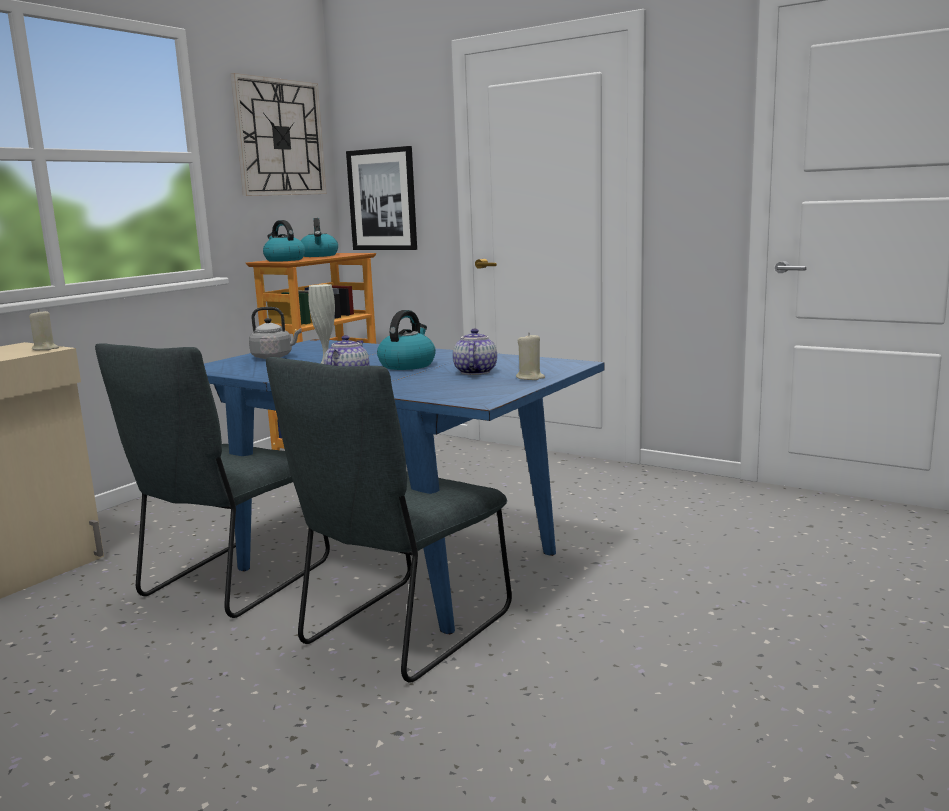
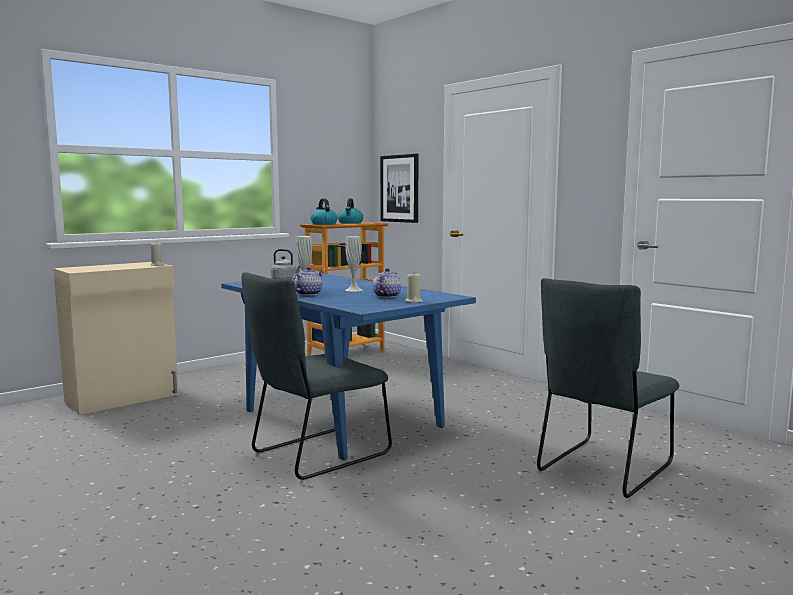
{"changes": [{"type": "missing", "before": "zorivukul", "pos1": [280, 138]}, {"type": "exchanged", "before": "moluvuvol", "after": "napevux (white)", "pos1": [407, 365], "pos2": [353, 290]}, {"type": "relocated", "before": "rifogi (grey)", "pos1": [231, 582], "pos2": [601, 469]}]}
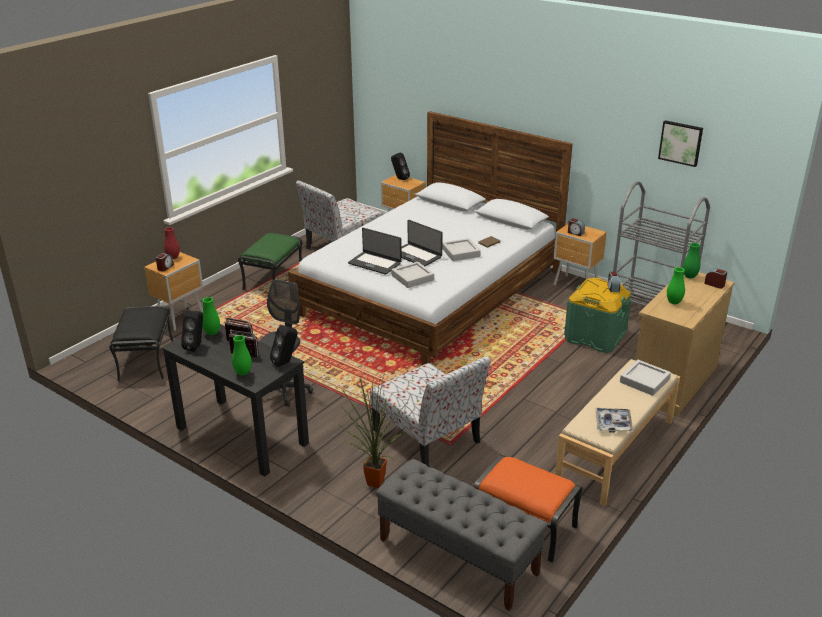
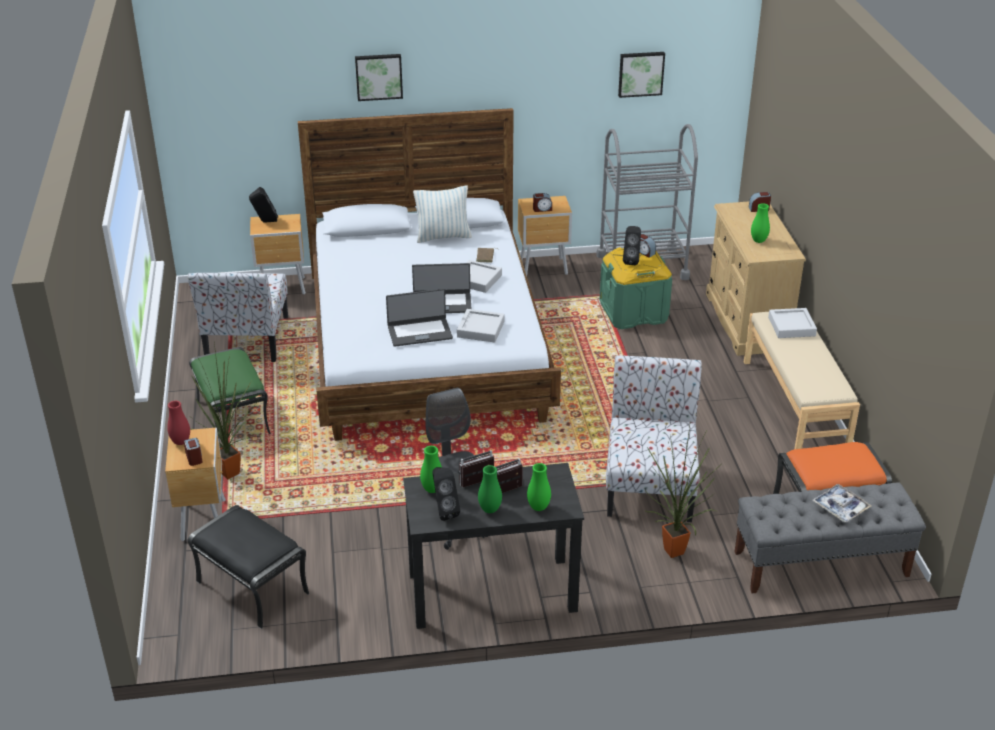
{"changes": [{"type": "relocated", "before": "napevux (green)", "pos1": [689, 277], "pos2": [490, 509]}, {"type": "relocated", "before": "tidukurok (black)", "pos1": [286, 362], "pos2": [631, 260]}, {"type": "spun", "before": "rifogi", "pos1": [428, 437], "pos2": [649, 485], "turn": -90}, {"type": "relocated", "before": "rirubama", "pos1": [613, 423], "pos2": [840, 507]}, {"type": "appeared", "after": "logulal", "pos2": [379, 76]}, {"type": "appeared", "after": "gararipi", "pos2": [443, 236]}, {"type": "appeared", "after": "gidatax", "pos2": [233, 473]}]}
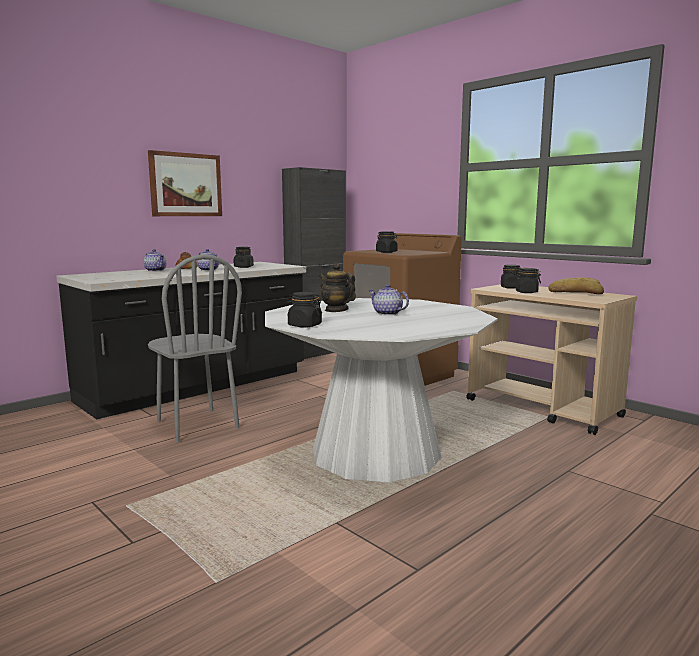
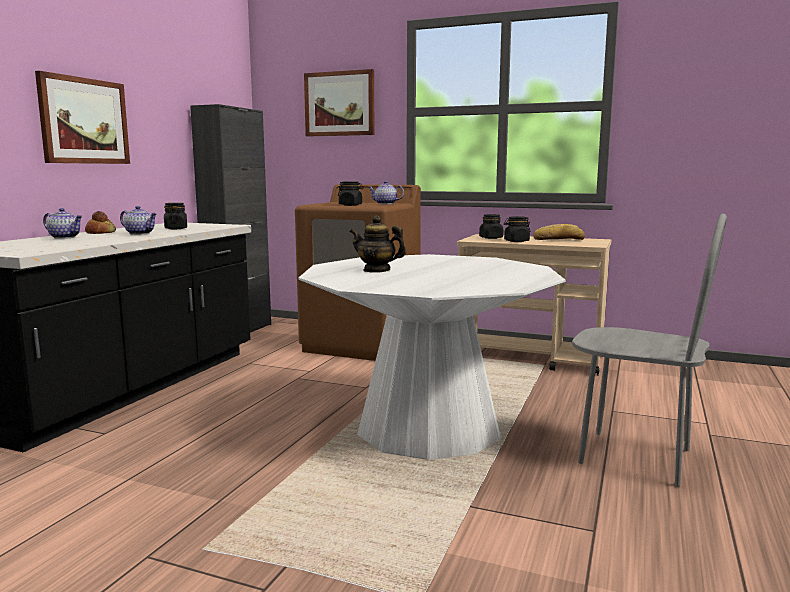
{"changes": [{"type": "relocated", "before": "rifogi (grey)", "pos1": [196, 425], "pos2": [634, 457]}, {"type": "relocated", "before": "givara", "pos1": [387, 313], "pos2": [385, 204]}, {"type": "missing", "before": "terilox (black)", "pos1": [304, 325]}, {"type": "appeared", "after": "logulal", "pos2": [339, 104]}]}
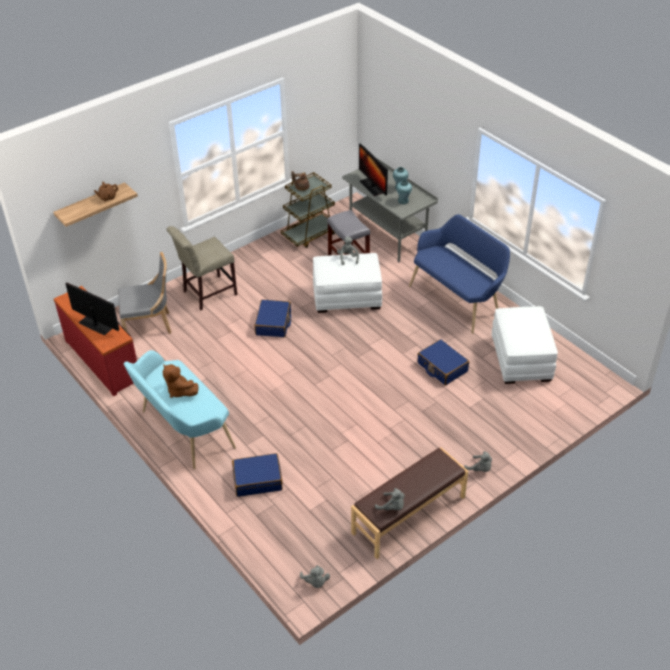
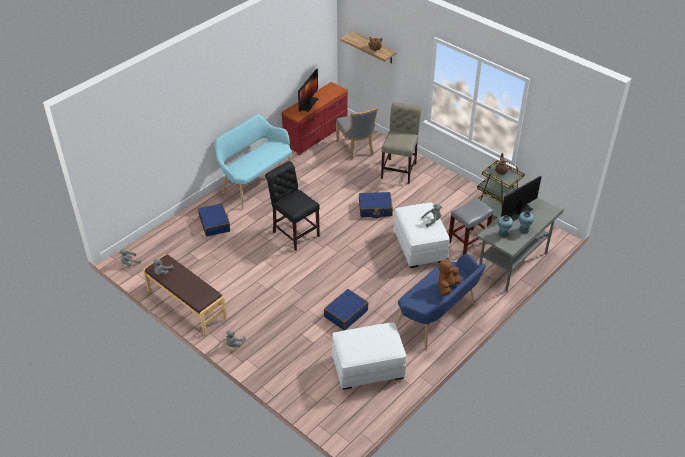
{"changes": [{"type": "spun", "before": "rifogi (beige)", "pos1": [207, 294], "pos2": [399, 169], "turn": 60}, {"type": "relocated", "before": "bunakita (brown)", "pos1": [180, 391], "pos2": [447, 287]}, {"type": "appeared", "after": "rifogi (black)", "pos2": [294, 232]}]}
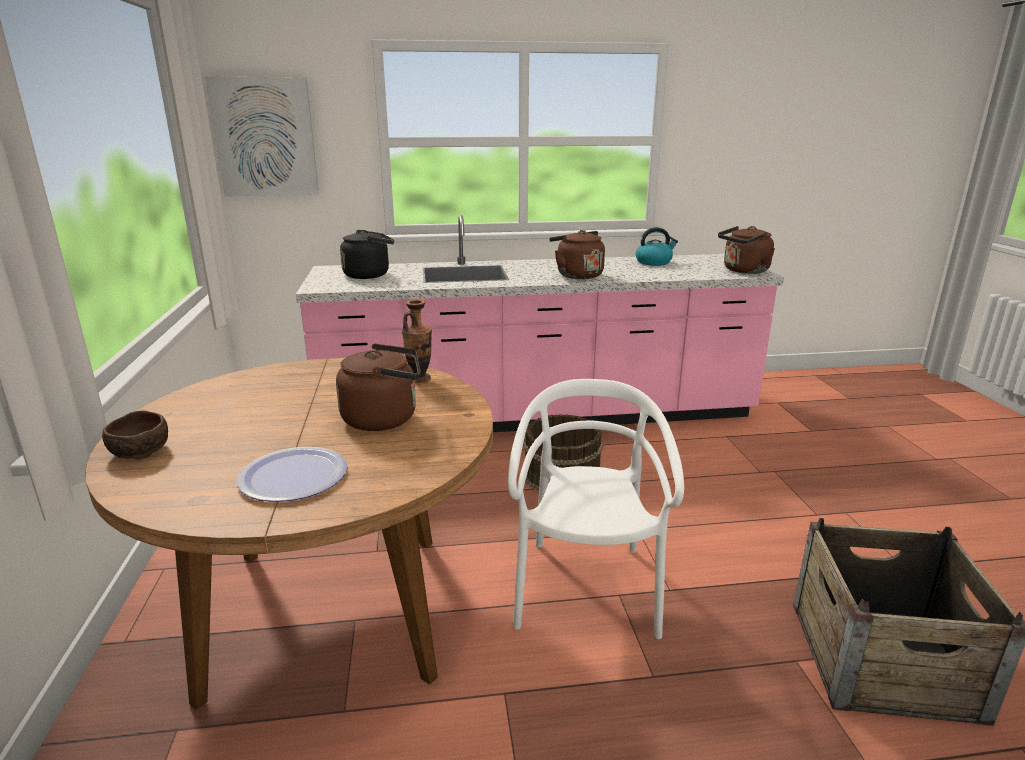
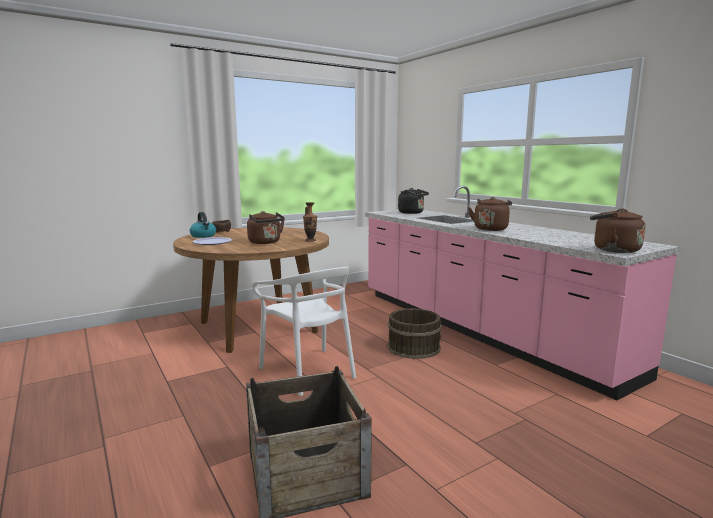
{"changes": [{"type": "missing", "before": "logulal", "pos1": [265, 137]}, {"type": "relocated", "before": "moluvuvol", "pos1": [654, 262], "pos2": [203, 236]}, {"type": "spun", "before": "rifogi (white)", "pos1": [586, 589], "pos2": [309, 371], "turn": 75}]}
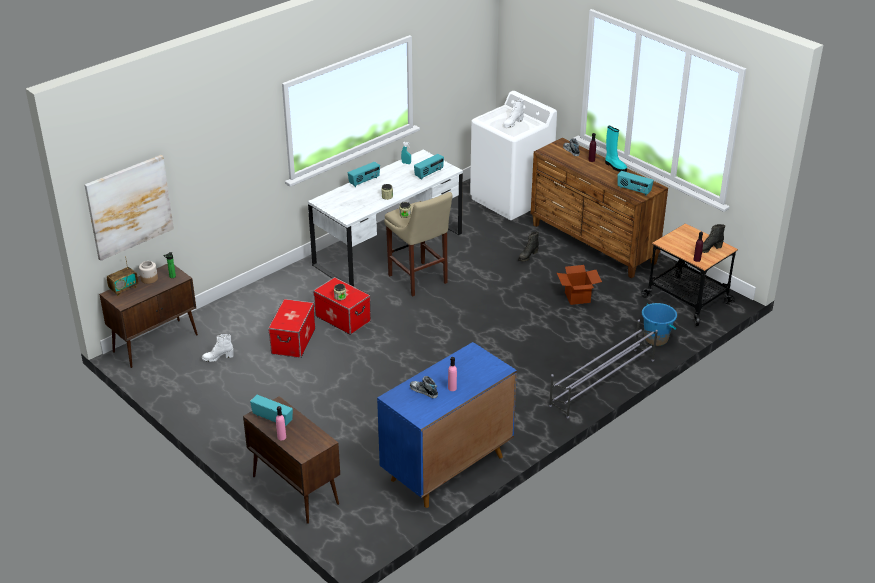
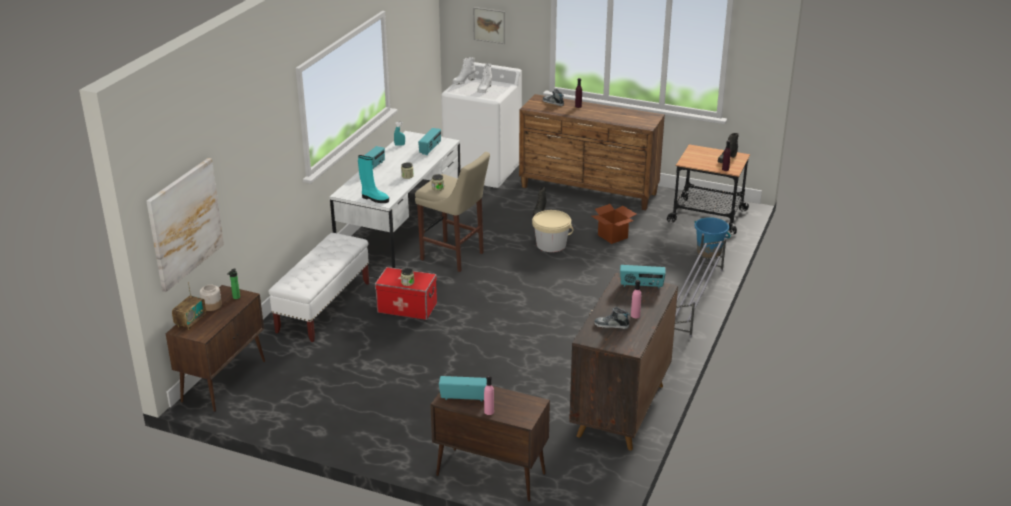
{"changes": [{"type": "relocated", "before": "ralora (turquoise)", "pos1": [614, 166], "pos2": [374, 199]}, {"type": "relocated", "before": "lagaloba", "pos1": [634, 190], "pos2": [641, 285]}, {"type": "missing", "before": "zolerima", "pos1": [293, 341]}, {"type": "relocated", "before": "ralora (white)", "pos1": [218, 358], "pos2": [463, 81]}, {"type": "colour", "before": "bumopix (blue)", "after": "bumopix (brown)", "pos1": [446, 468], "pos2": [620, 411]}, {"type": "appeared", "after": "logulal", "pos2": [489, 25]}, {"type": "appeared", "after": "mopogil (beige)", "pos2": [551, 245]}, {"type": "appeared", "after": "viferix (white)", "pos2": [324, 307]}]}
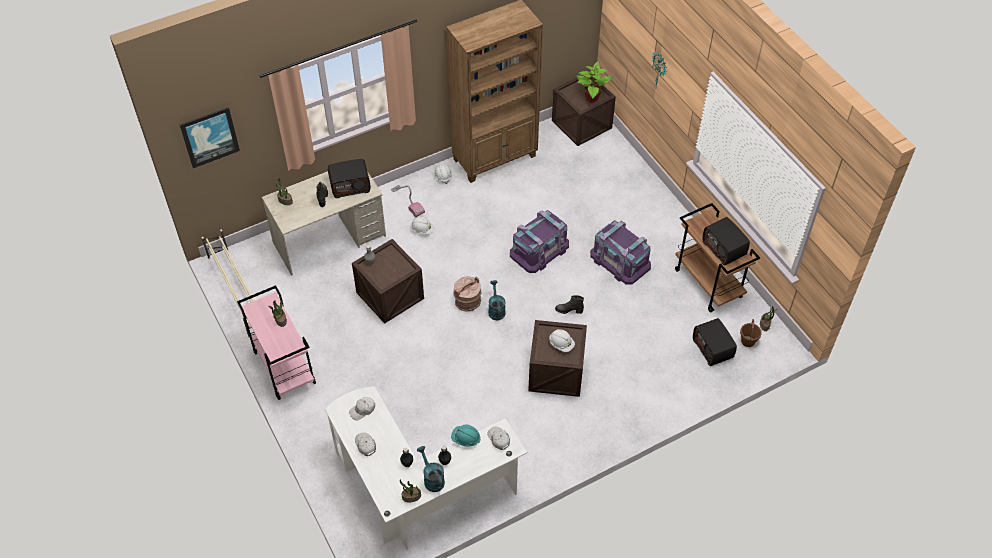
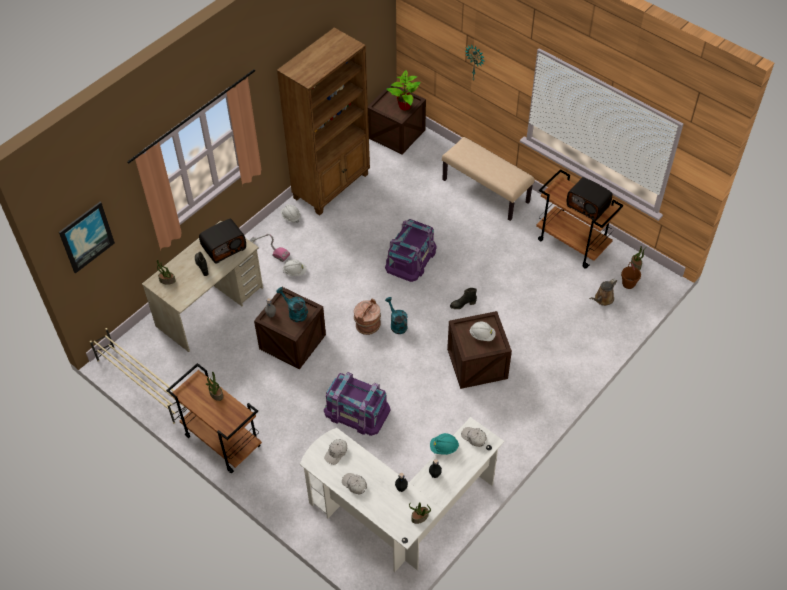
{"changes": [{"type": "relocated", "before": "zolerima (purple)", "pos1": [620, 260], "pos2": [356, 411]}, {"type": "colour", "before": "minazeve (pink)", "after": "minazeve (brown)", "pos1": [283, 367], "pos2": [221, 441]}, {"type": "exchanged", "before": "lagaloba", "after": "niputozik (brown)", "pos1": [713, 348], "pos2": [602, 299]}, {"type": "relocated", "before": "niputozik (turquoise)", "pos1": [432, 478], "pos2": [295, 313]}, {"type": "appeared", "after": "viferix (beige)", "pos2": [486, 191]}]}
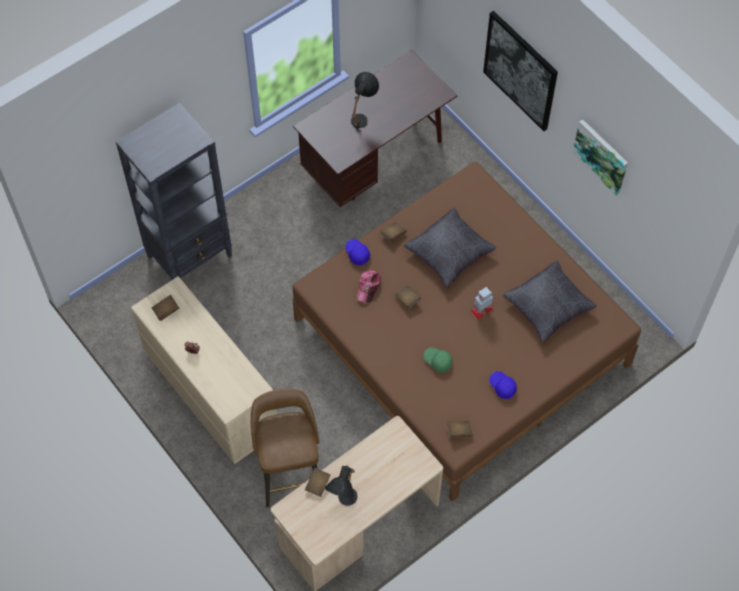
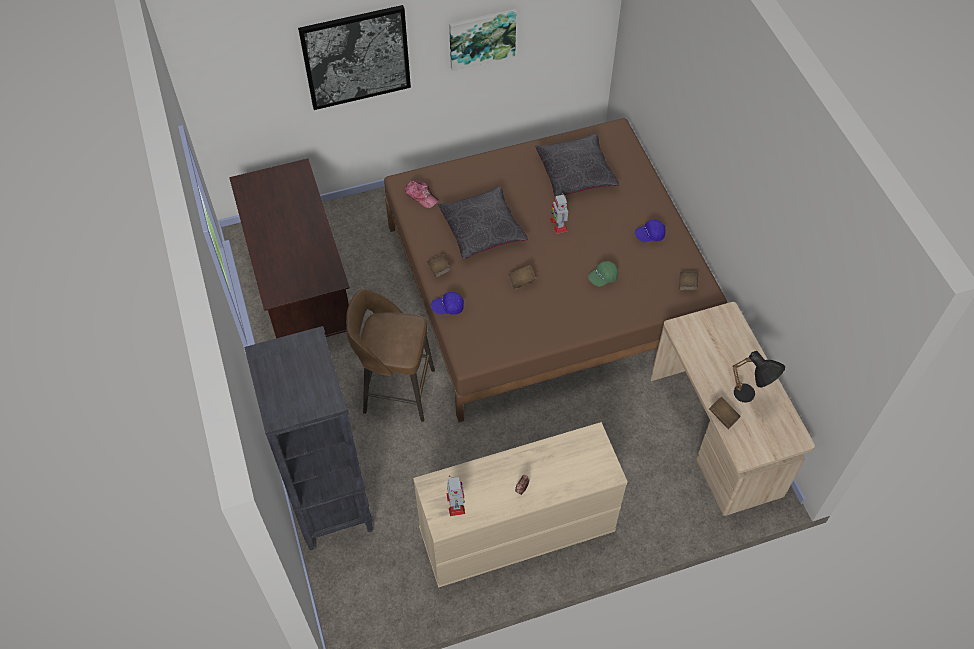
{"changes": [{"type": "missing", "before": "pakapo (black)", "pos1": [362, 116]}, {"type": "relocated", "before": "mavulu", "pos1": [368, 287], "pos2": [421, 196]}, {"type": "exchanged", "before": "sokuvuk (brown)", "after": "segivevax", "pos1": [166, 311], "pos2": [456, 504]}, {"type": "relocated", "before": "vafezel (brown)", "pos1": [290, 472], "pos2": [396, 390]}]}
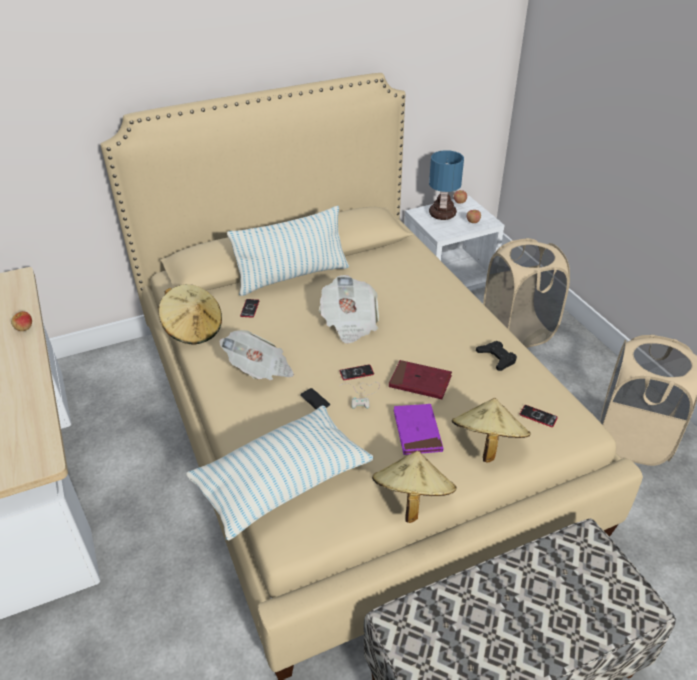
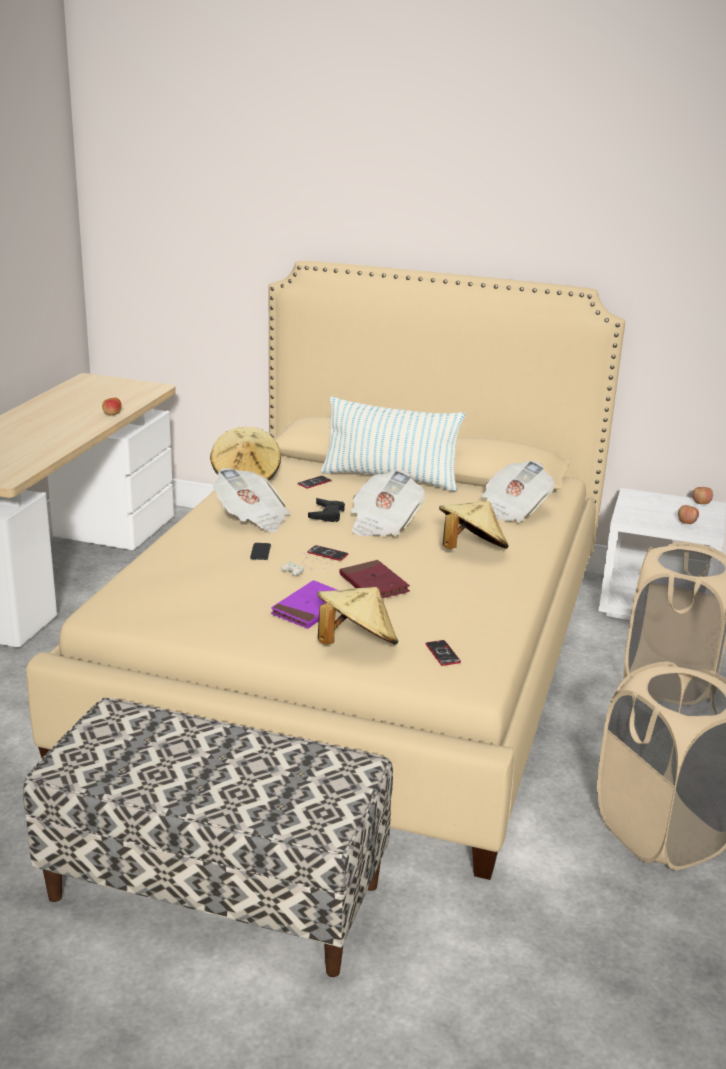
{"changes": [{"type": "missing", "before": "pakapo", "pos1": [442, 215]}, {"type": "relocated", "before": "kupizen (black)", "pos1": [496, 358], "pos2": [327, 514]}, {"type": "missing", "before": "gararipi", "pos1": [282, 482]}, {"type": "relocated", "before": "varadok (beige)", "pos1": [411, 499], "pos2": [471, 550]}, {"type": "appeared", "after": "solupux", "pos2": [512, 510]}]}
